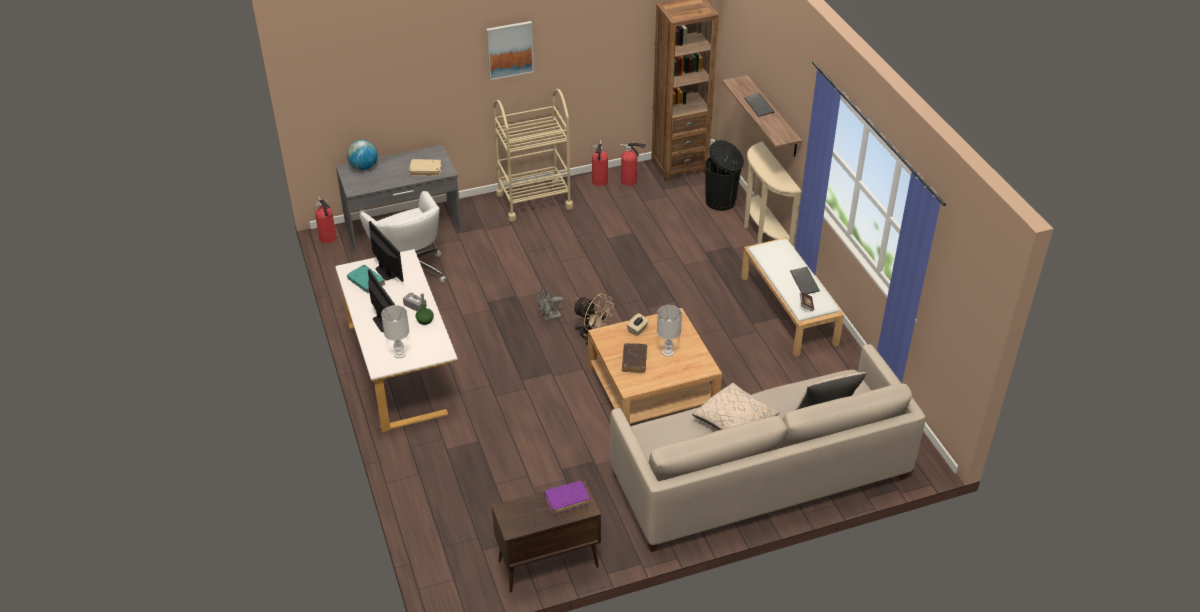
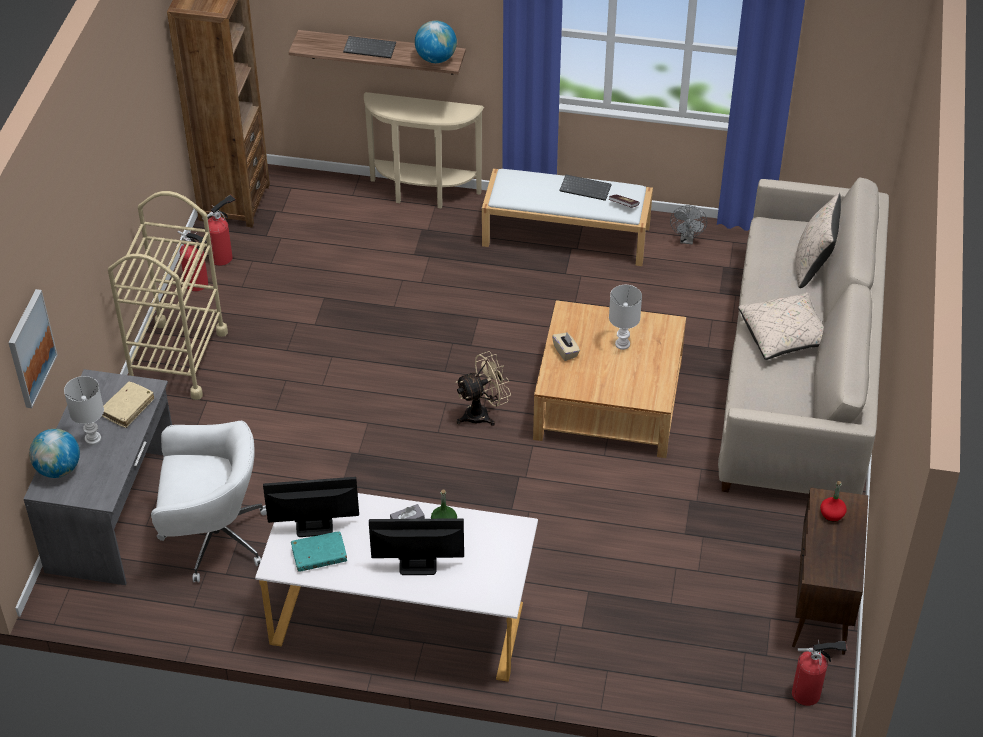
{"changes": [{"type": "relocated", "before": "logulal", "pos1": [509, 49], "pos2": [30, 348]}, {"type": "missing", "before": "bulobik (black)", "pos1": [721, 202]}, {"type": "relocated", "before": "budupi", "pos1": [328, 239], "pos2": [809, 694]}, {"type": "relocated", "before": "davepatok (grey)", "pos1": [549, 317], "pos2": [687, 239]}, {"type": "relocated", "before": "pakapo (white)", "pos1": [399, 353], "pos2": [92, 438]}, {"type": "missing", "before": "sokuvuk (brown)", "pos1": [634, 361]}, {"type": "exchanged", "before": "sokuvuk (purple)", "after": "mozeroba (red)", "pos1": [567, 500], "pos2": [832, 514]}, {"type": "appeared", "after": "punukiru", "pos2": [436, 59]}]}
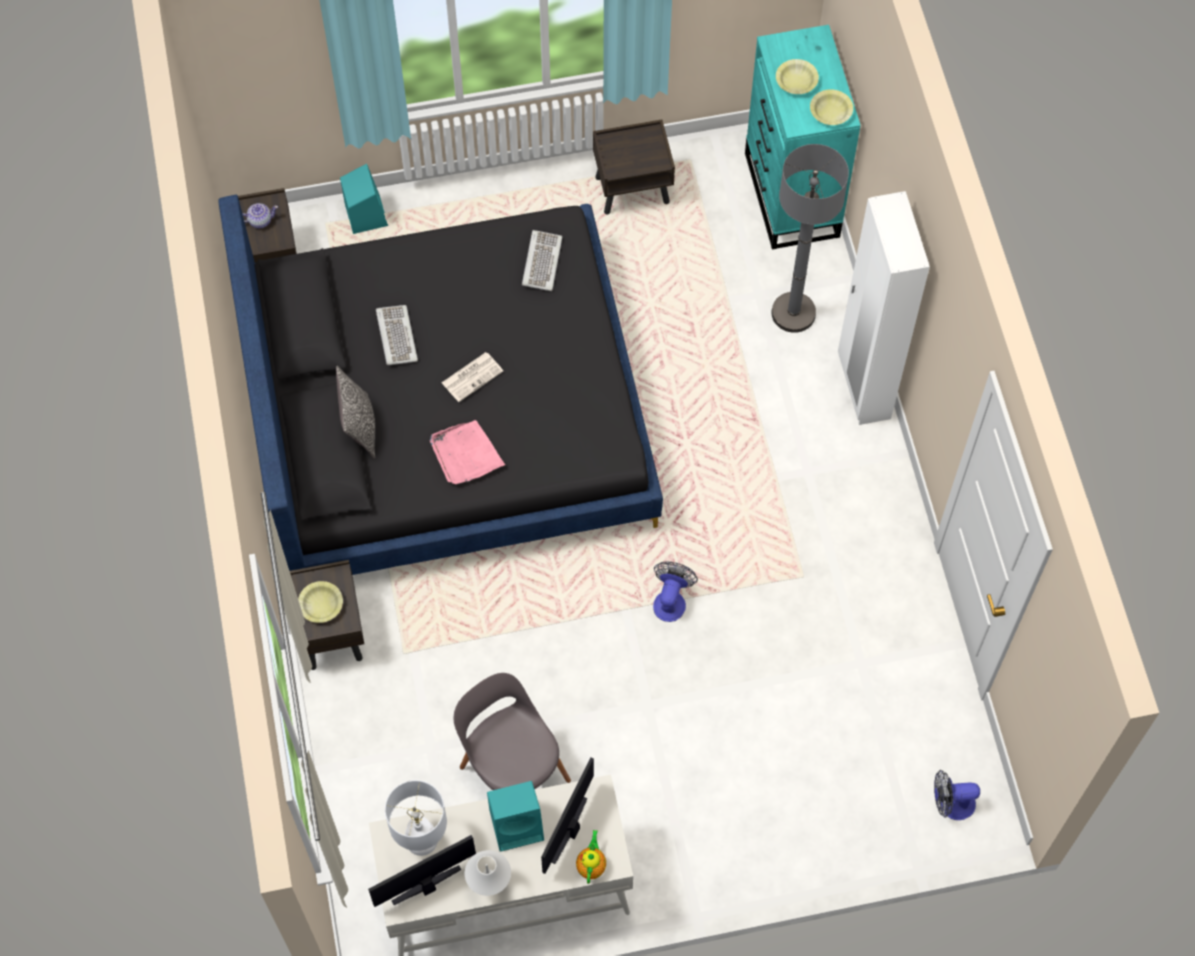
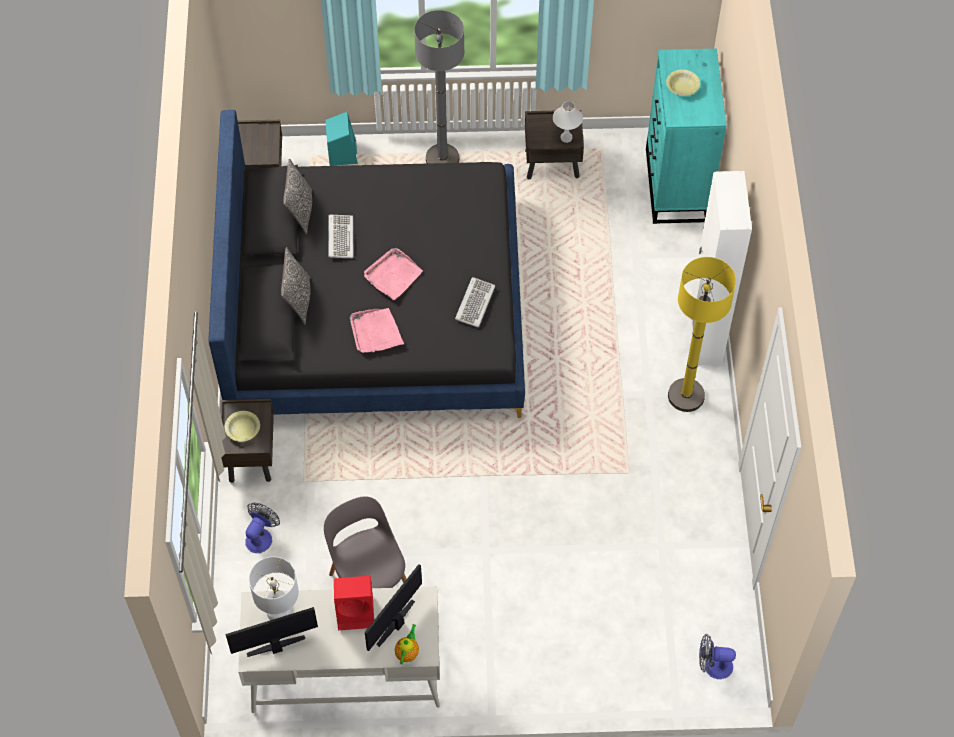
{"changes": [{"type": "missing", "before": "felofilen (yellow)", "pos1": [830, 112]}, {"type": "relocated", "before": "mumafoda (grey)", "pos1": [793, 313], "pos2": [442, 159]}, {"type": "missing", "before": "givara", "pos1": [259, 220]}, {"type": "relocated", "before": "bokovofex", "pos1": [541, 262], "pos2": [474, 303]}, {"type": "exchanged", "before": "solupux", "after": "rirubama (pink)", "pos1": [472, 376], "pos2": [393, 275]}, {"type": "relocated", "before": "davepatok", "pos1": [671, 600], "pos2": [261, 536]}, {"type": "colour", "before": "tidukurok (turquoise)", "after": "tidukurok (red)", "pos1": [518, 824], "pos2": [356, 612]}, {"type": "relocated", "before": "pakapo (white)", "pos1": [489, 886], "pos2": [566, 137]}, {"type": "appeared", "after": "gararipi", "pos2": [300, 211]}, {"type": "appeared", "after": "mumafoda (yellow)", "pos2": [686, 396]}]}
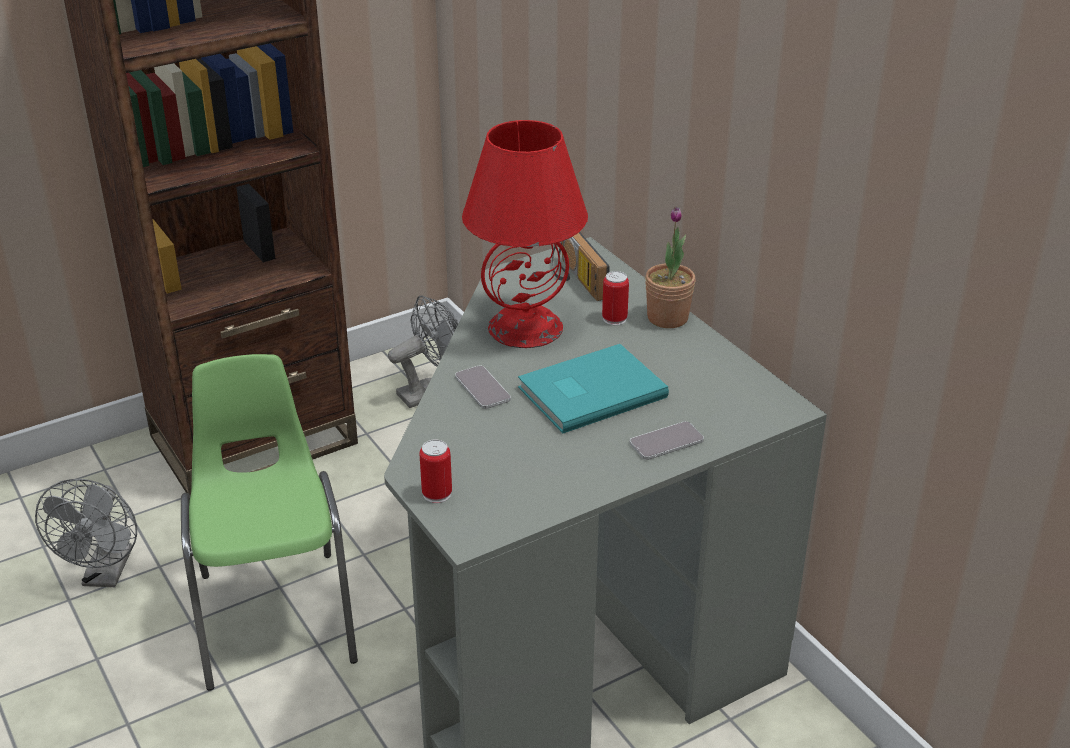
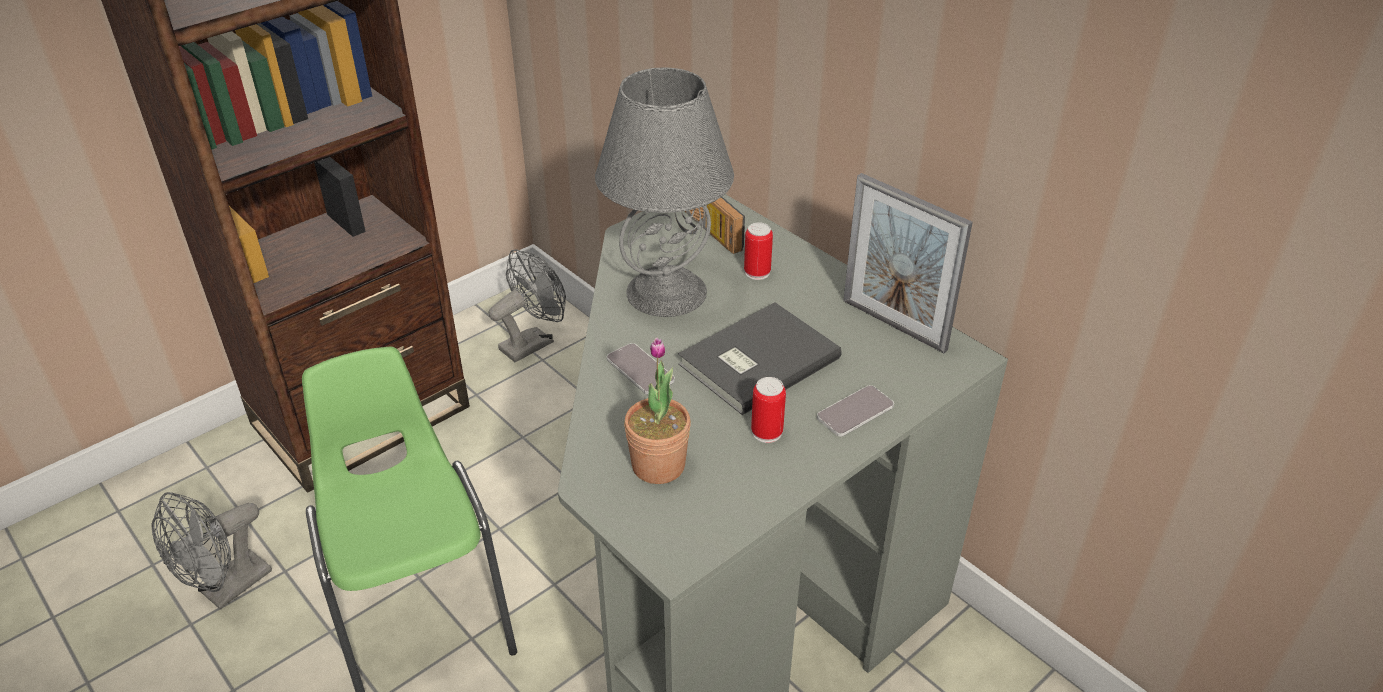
{"changes": [{"type": "colour", "before": "pakapo (red)", "after": "pakapo (grey)", "pos1": [526, 326], "pos2": [667, 291]}, {"type": "relocated", "before": "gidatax", "pos1": [667, 318], "pos2": [658, 465]}, {"type": "colour", "before": "sokuvuk (turquoise)", "after": "sokuvuk (grey)", "pos1": [588, 391], "pos2": [755, 360]}, {"type": "relocated", "before": "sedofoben", "pos1": [437, 494], "pos2": [767, 432]}, {"type": "spun", "before": "davepatok (grey)", "pos1": [105, 575], "pos2": [227, 589], "turn": 45}, {"type": "appeared", "after": "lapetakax", "pos2": [893, 325]}]}
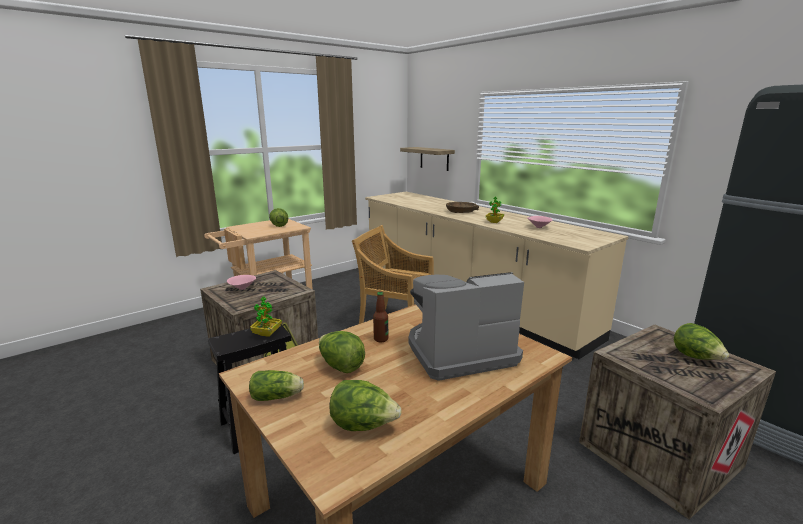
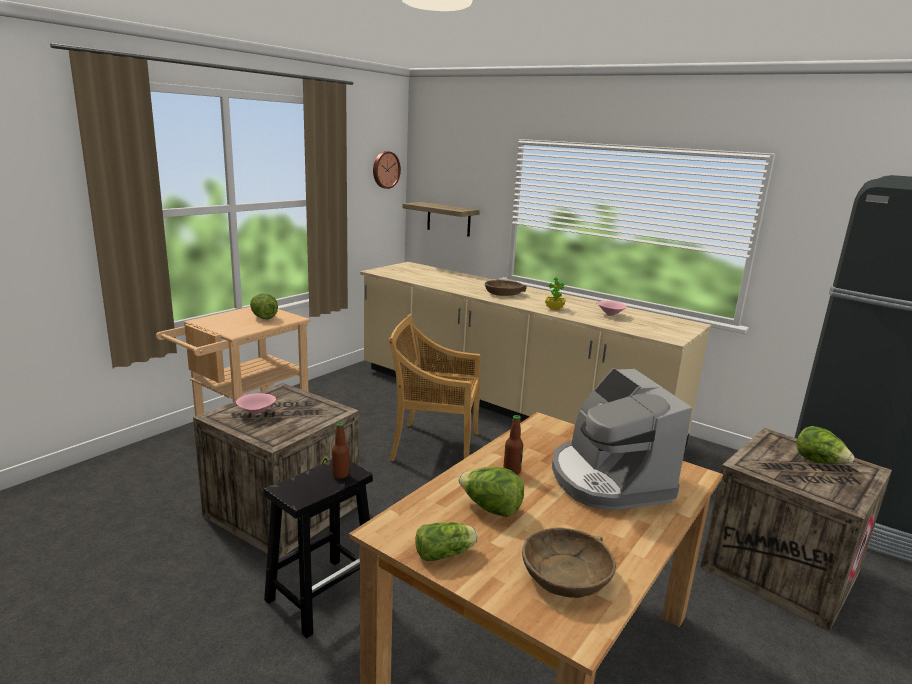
{"changes": [{"type": "spun", "before": "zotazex", "pos1": [459, 352], "pos2": [608, 479], "turn": -75}, {"type": "exchanged", "before": "gidatax", "after": "mozeroba", "pos1": [267, 333], "pos2": [340, 475]}, {"type": "exchanged", "before": "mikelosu", "after": "felofilen (brown)", "pos1": [363, 425], "pos2": [566, 574]}, {"type": "appeared", "after": "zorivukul", "pos2": [385, 169]}]}
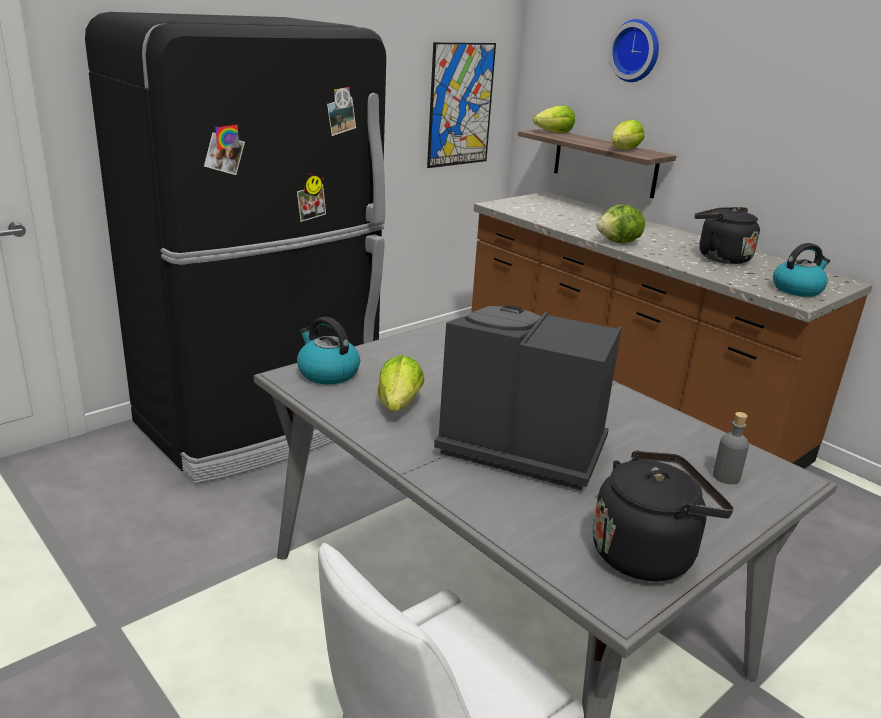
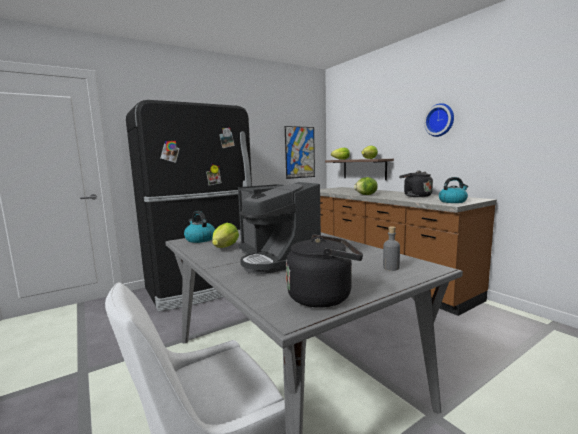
{"changes": [{"type": "relocated", "before": "zorivukul", "pos1": [636, 51], "pos2": [440, 120]}, {"type": "spun", "before": "zotazex", "pos1": [518, 445], "pos2": [277, 259], "turn": -150}]}
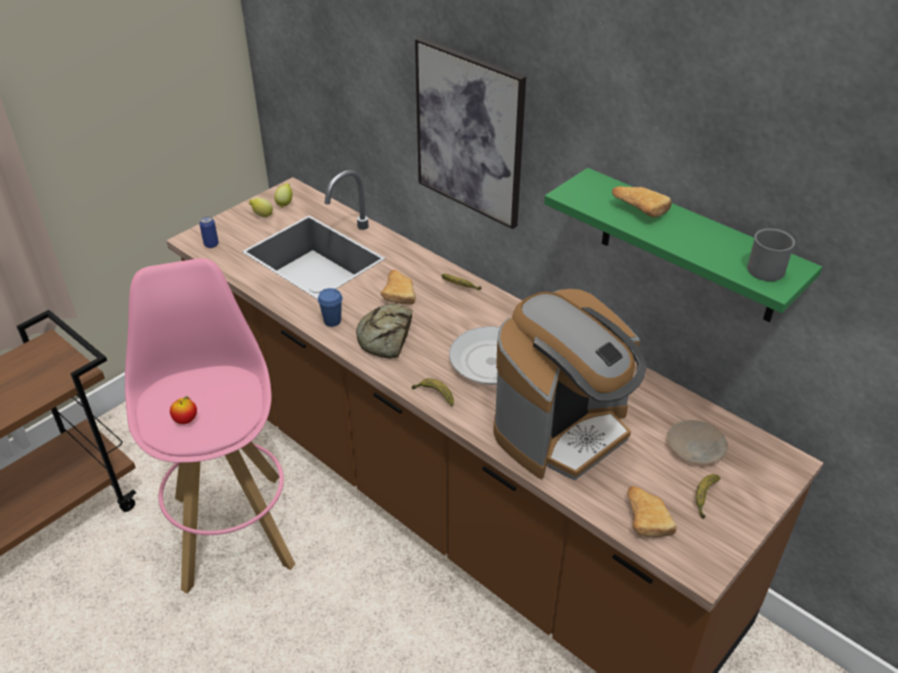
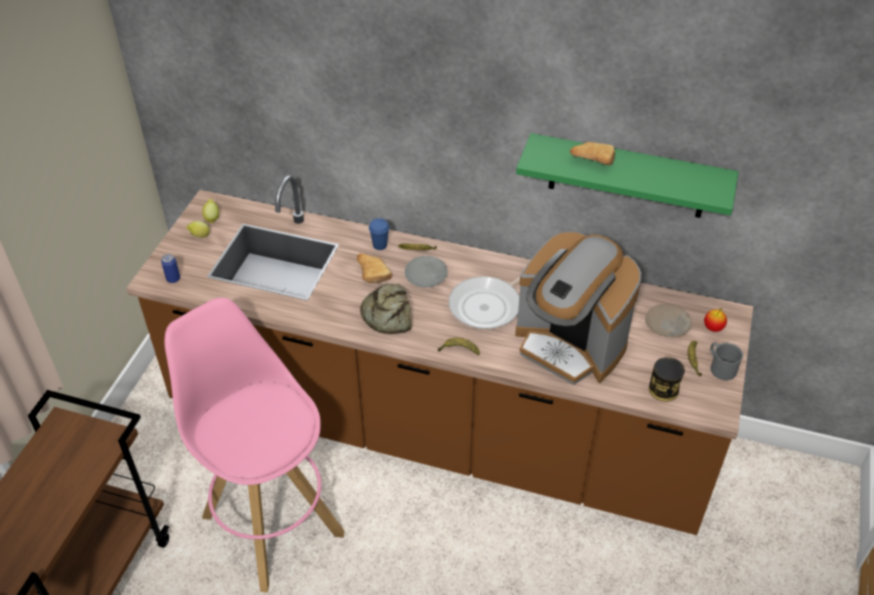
{"changes": [{"type": "missing", "before": "logulal", "pos1": [470, 133]}, {"type": "relocated", "before": "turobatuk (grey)", "pos1": [763, 266], "pos2": [720, 367]}, {"type": "relocated", "before": "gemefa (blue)", "pos1": [332, 321], "pos2": [380, 245]}, {"type": "spun", "before": "zotazex", "pos1": [563, 430], "pos2": [570, 345], "turn": 105}, {"type": "relocated", "before": "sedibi", "pos1": [186, 420], "pos2": [713, 328]}, {"type": "exchanged", "before": "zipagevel", "after": "sedofoben", "pos1": [645, 517], "pos2": [663, 389]}, {"type": "appeared", "after": "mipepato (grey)", "pos2": [426, 275]}]}
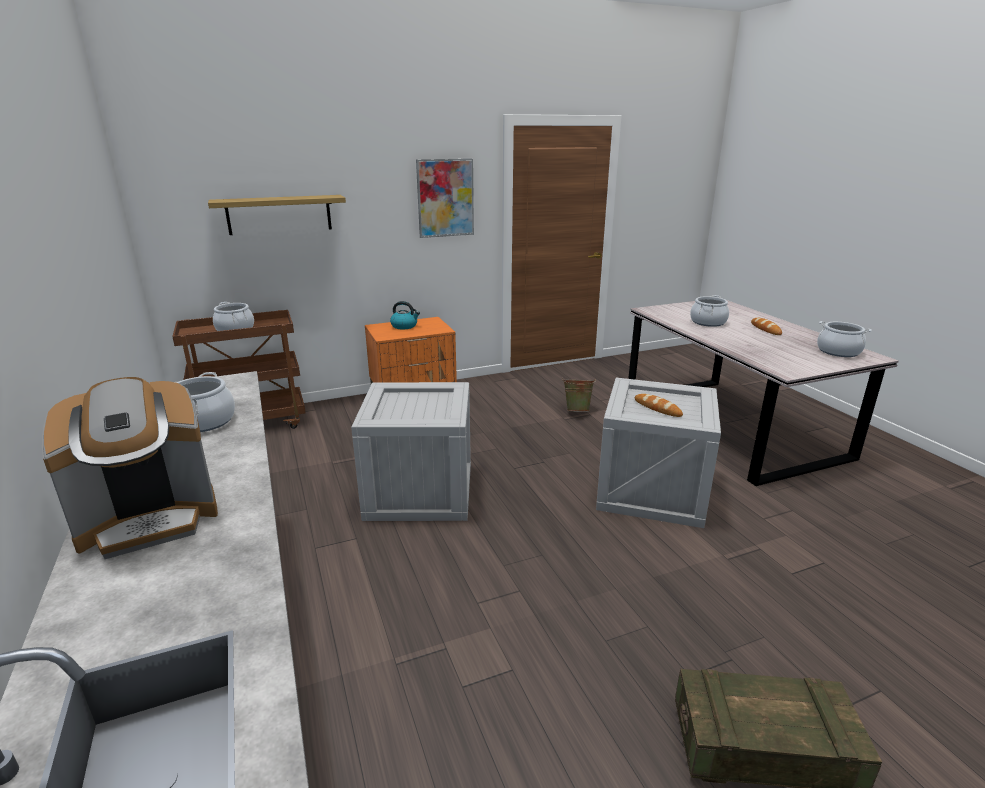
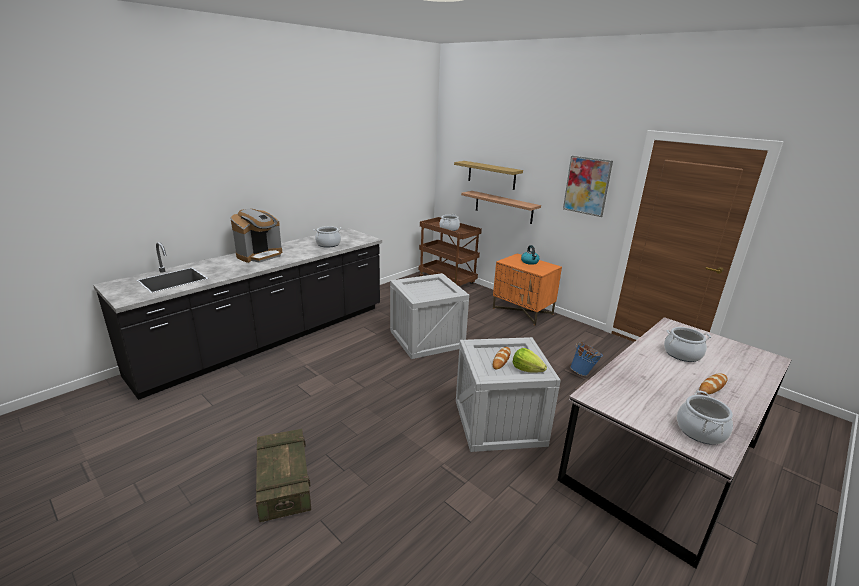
{"changes": [{"type": "spun", "before": "zotazex", "pos1": [150, 519], "pos2": [260, 255], "turn": -90}, {"type": "colour", "before": "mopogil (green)", "after": "mopogil (blue)", "pos1": [577, 411], "pos2": [583, 373]}, {"type": "appeared", "after": "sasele", "pos2": [503, 207]}, {"type": "appeared", "after": "mikelosu", "pos2": [527, 369]}]}
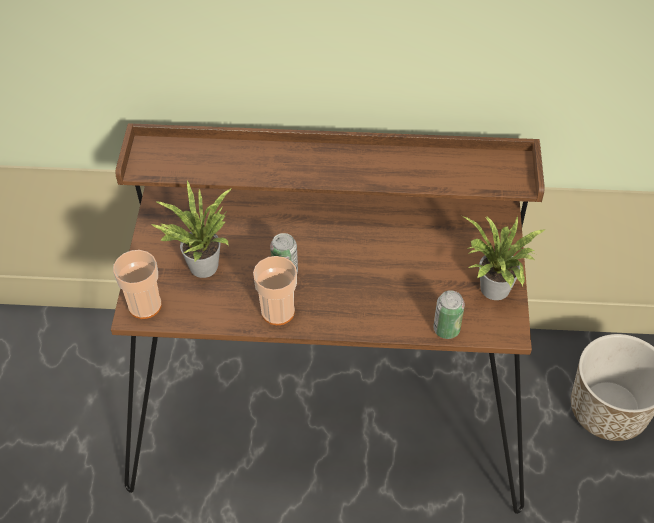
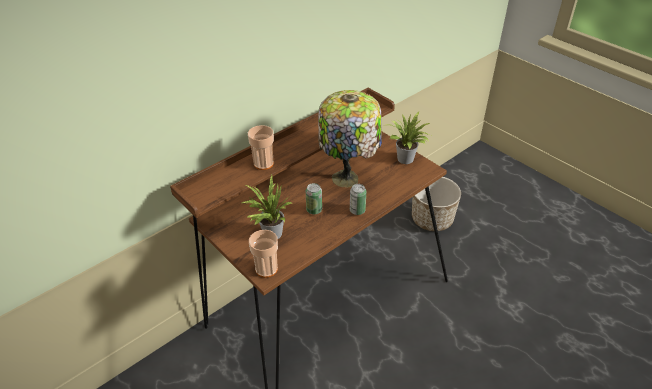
{"changes": [{"type": "relocated", "before": "gemefa", "pos1": [278, 311], "pos2": [263, 163]}, {"type": "relocated", "before": "sedofoben", "pos1": [446, 329], "pos2": [357, 210]}, {"type": "appeared", "after": "pakapo", "pos2": [347, 179]}]}
